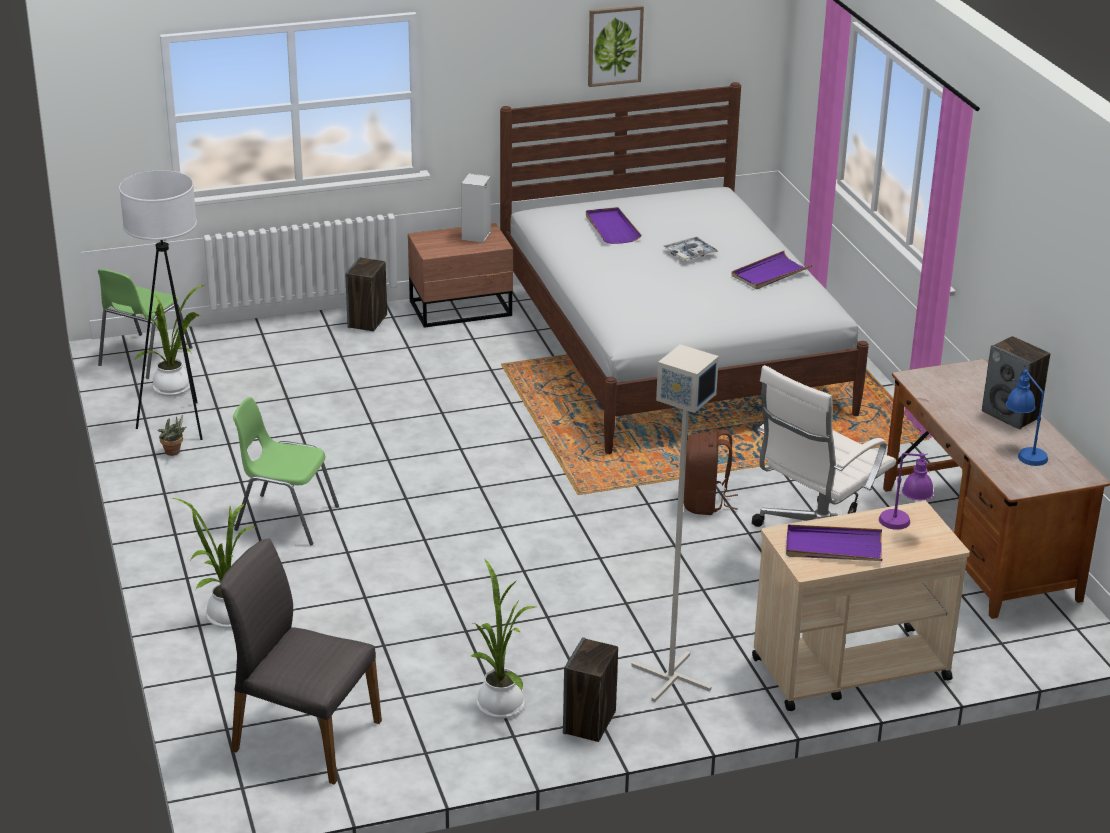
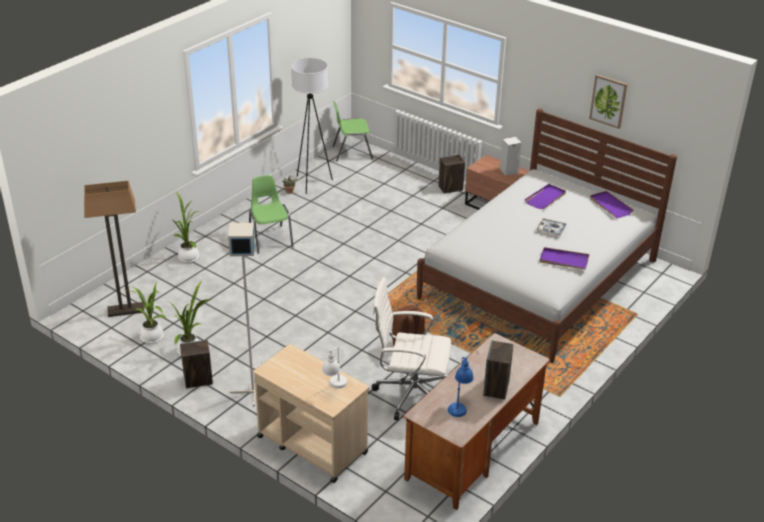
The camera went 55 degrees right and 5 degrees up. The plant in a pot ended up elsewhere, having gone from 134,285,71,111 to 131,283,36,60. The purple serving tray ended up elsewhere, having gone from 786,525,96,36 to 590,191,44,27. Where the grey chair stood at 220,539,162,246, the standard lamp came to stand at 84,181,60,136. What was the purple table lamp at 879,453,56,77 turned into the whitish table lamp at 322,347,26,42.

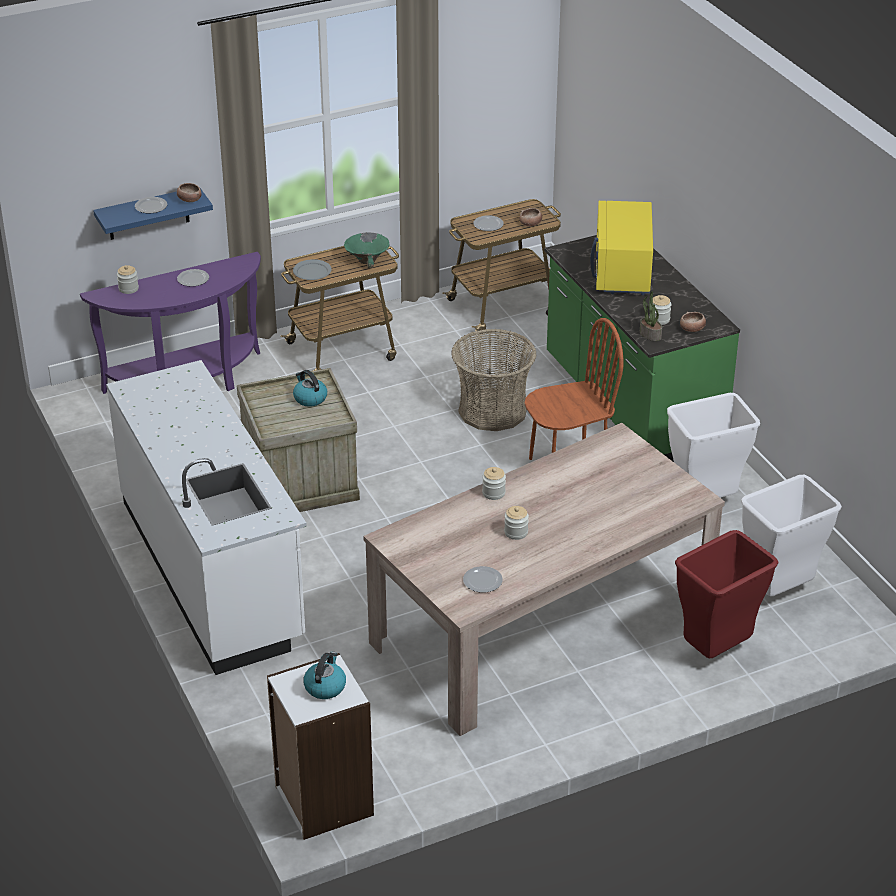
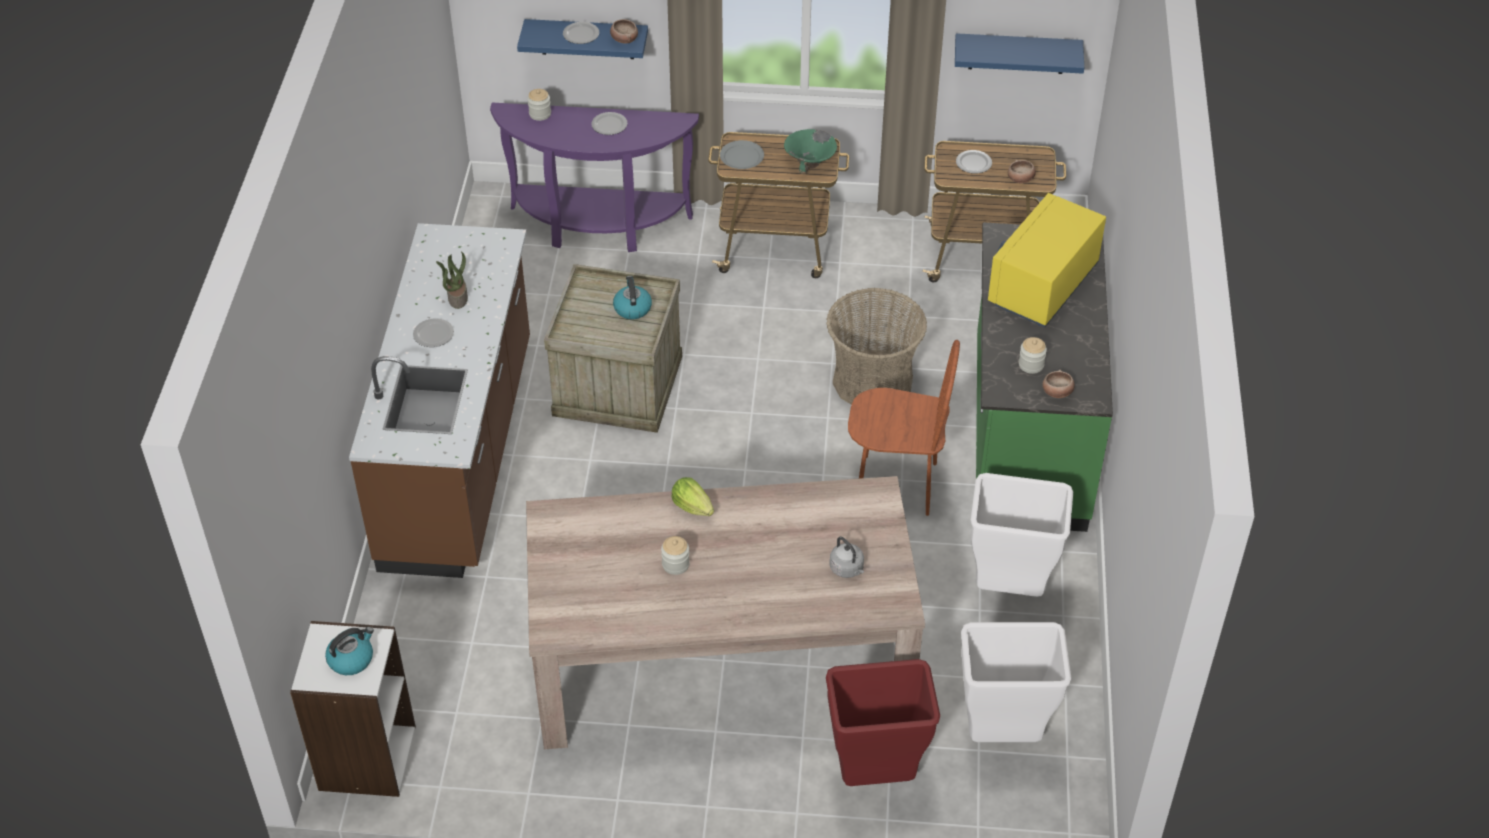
The camera went 30 degrees right and 10 degrees up. The second view gained the grey water kettle at 829,536,35,42. The second view gained the blue bracket shelf at 955,33,129,41. The dinner plate ended up elsewhere, having gone from 463,566,40,27 to 413,318,41,29. The plant in a pot ended up elsewhere, having gone from 640,291,22,50 to 436,251,32,58. Where the jar stood at 482,467,24,33, the head of lettuce came to stand at 672,477,42,39. What was the whitish counter at 106,360,201,315 turned into the brownish counter at 349,223,181,355.

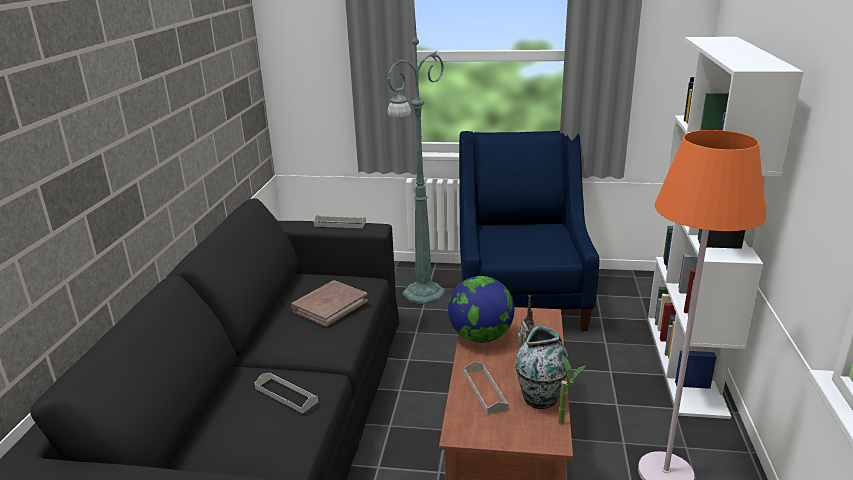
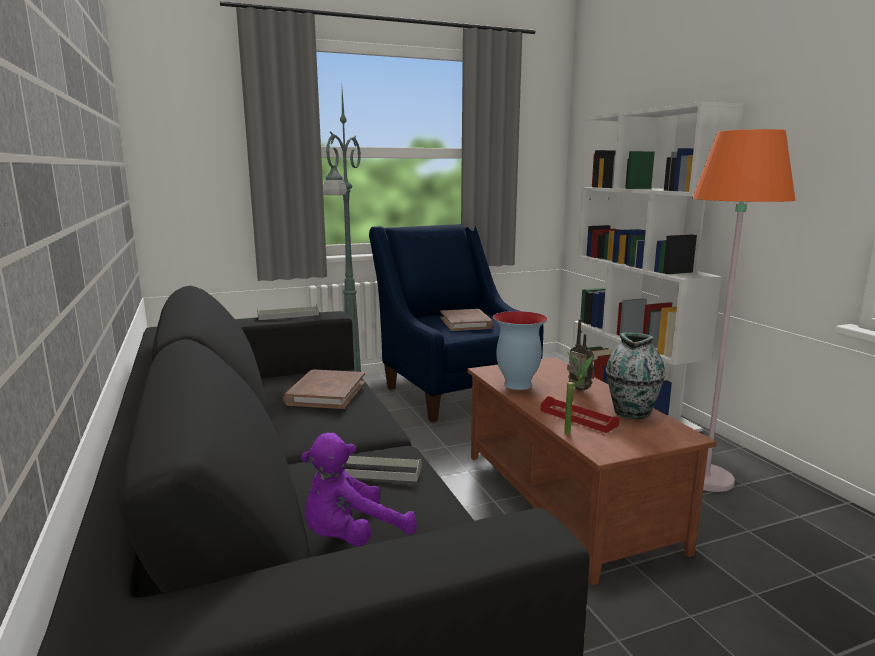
The camera went 30 degrees left and 10 degrees down. The second view gained the purple plush toy at 301,433,116,113. The second view gained the brownish bound book at 440,309,54,22. The plant in a pot ended up elsewhere, having gone from 559,355,27,70 to 564,352,29,83. Where the desk globe stood at 448,276,66,67, the flower vase came to stand at 493,311,55,79. What was the grey serving tray at 464,362,45,53 turned into the red-coloured serving tray at 540,396,79,37.

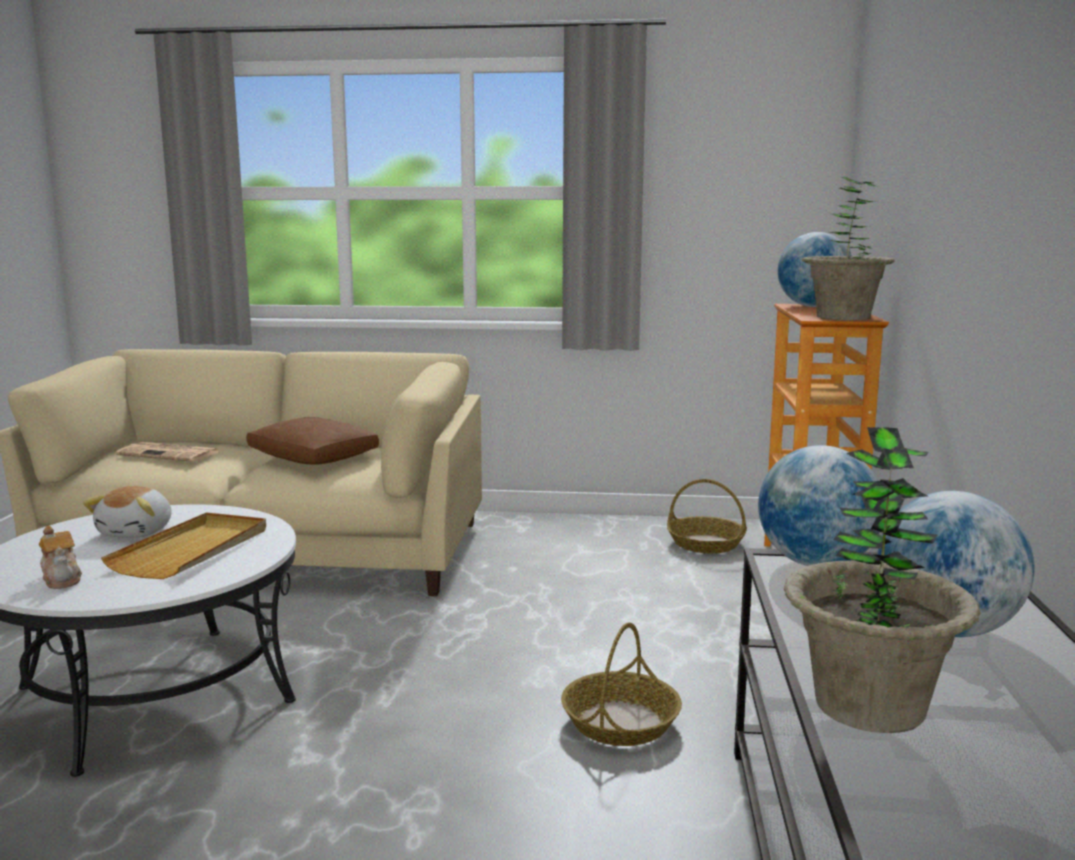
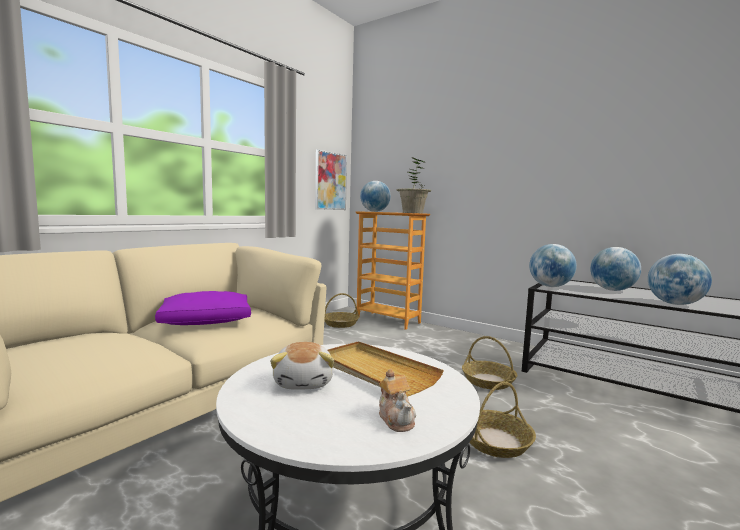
The camera went 60 degrees left and 5 degrees down. The second view lost the printed paper at 116,442,104,20. The second view gained the picture at 315,149,32,61. The second view gained the basket at 469,382,67,76. Where the plant in a pot stood at 784,427,197,306, the desk globe came to stand at 648,254,64,51. What was the brownish pillow at 246,417,133,48 turned into the purple pillow at 155,291,96,34. The pot for tea at 39,526,43,63 ended up facing another way, 75 degrees clockwise from before. The plush toy at 83,486,89,52 ended up facing another way, 45 degrees clockwise from before.

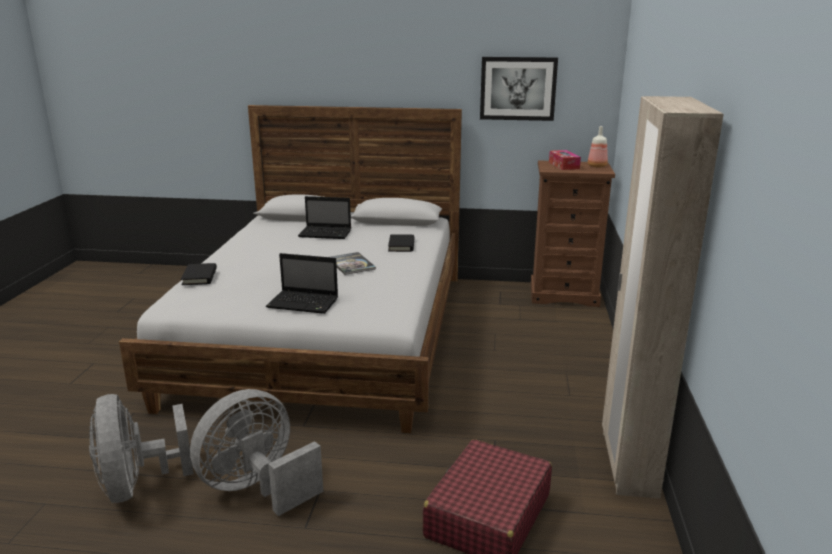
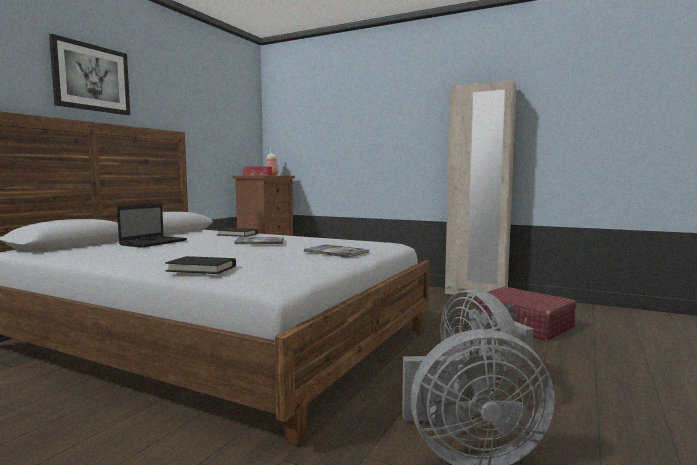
The camera went 70 degrees left and 15 degrees down. The picture ended up elsewhere, having gone from 480,57,78,64 to 49,34,81,81. Where the laptop stood at 266,253,72,61, the bound book came to stand at 304,244,65,14.

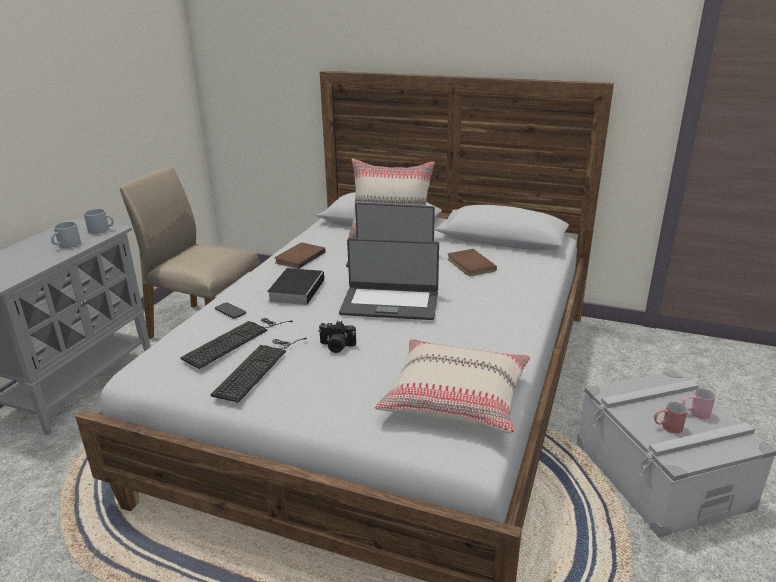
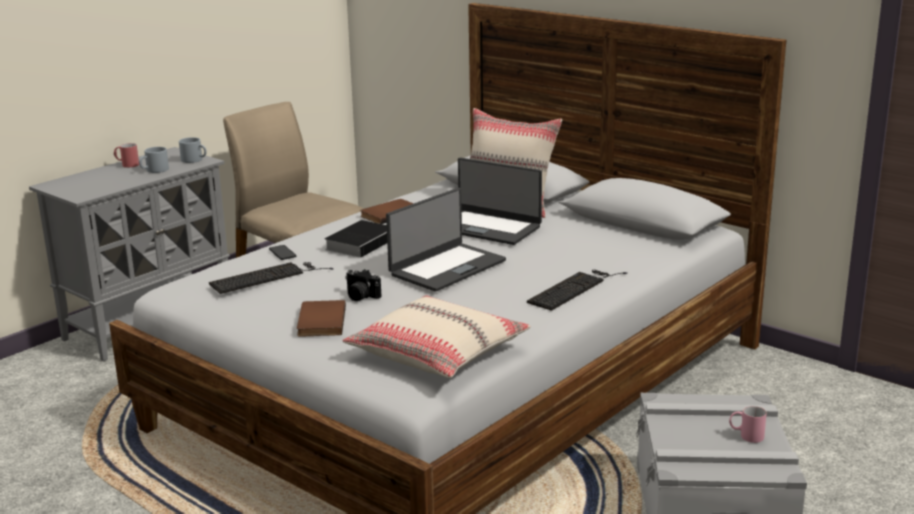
The camera went 20 degrees right and 5 degrees down. The keyboard ended up elsewhere, having gone from 211,338,96,65 to 527,270,100,41. The brownish bound book ended up elsewhere, having gone from 448,249,49,27 to 297,300,49,37. The red-coloured coffee mug ended up elsewhere, having gone from 654,402,34,32 to 114,143,25,25. The laptop at 339,238,100,82 ended up facing another way, 75 degrees counterclockwise from before.

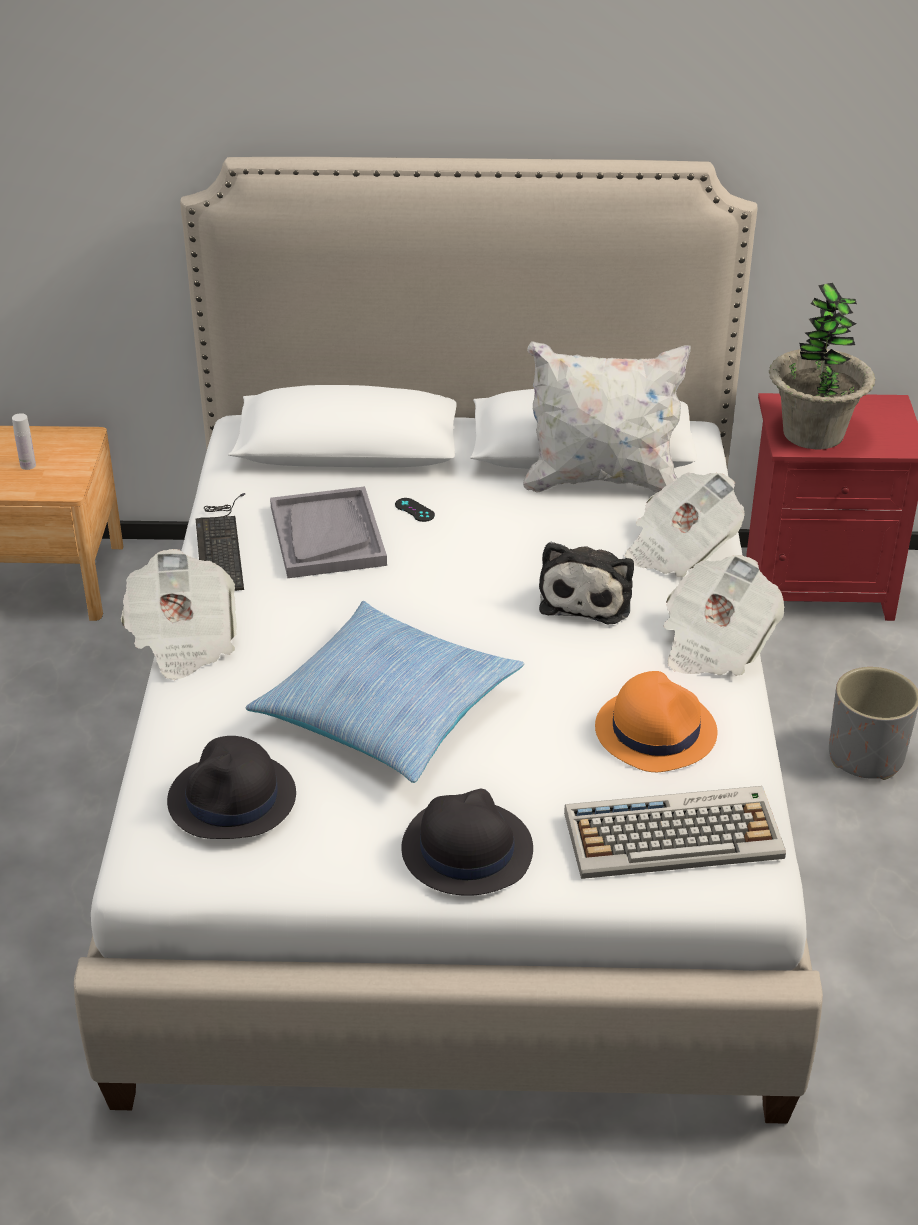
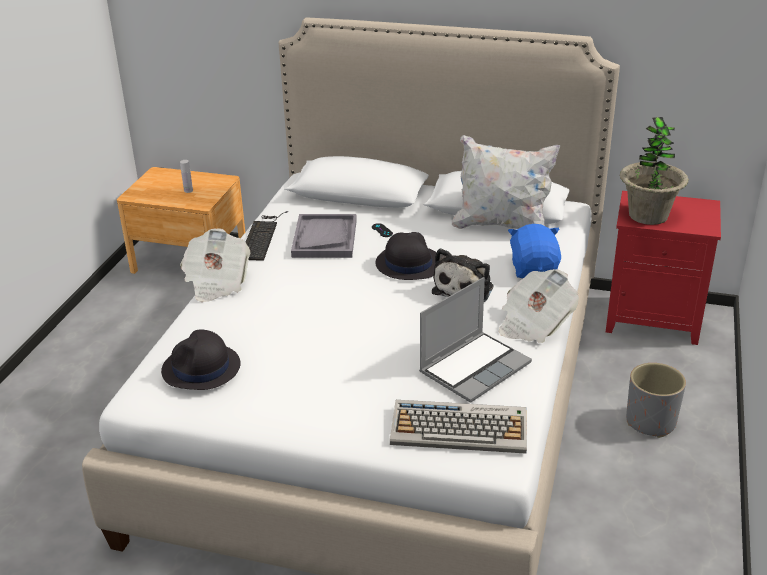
The camera went 15 degrees right and 5 degrees down. The second view lost the pillow at 246,601,278,182. The black-coloured clothing hat ended up elsewhere, having gone from 401,788,132,108 to 376,232,60,48. Where the orange clothing hat stood at 595,671,122,101, the laptop came to stand at 419,277,113,126. Where the printed paper stood at 625,472,120,105, the blue plush toy came to stand at 508,224,53,54.

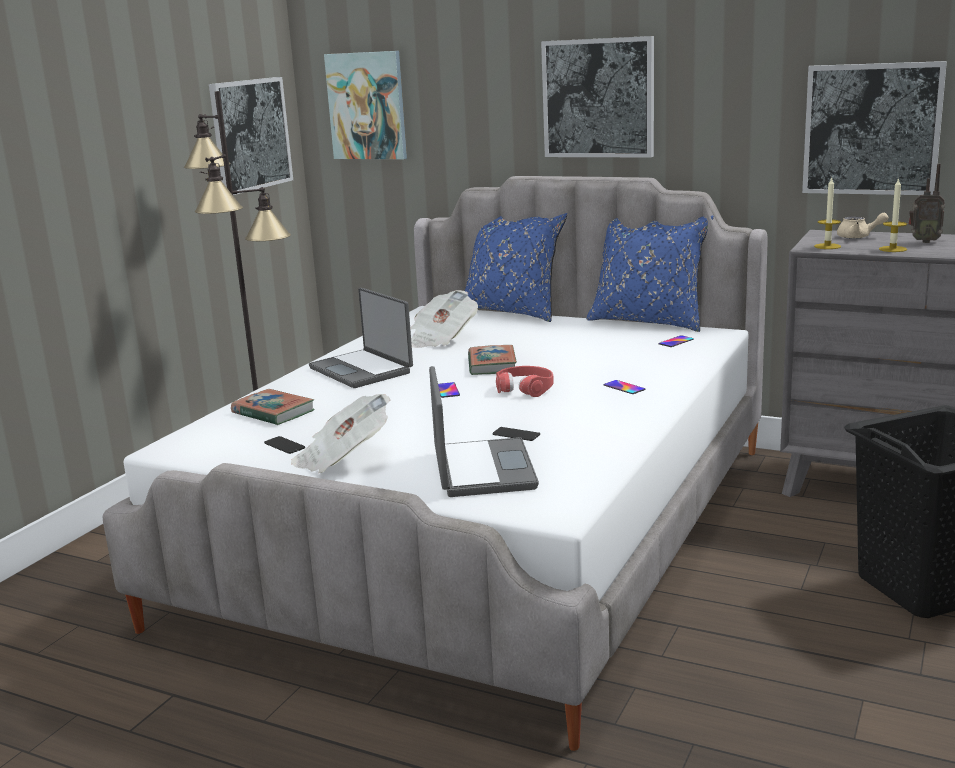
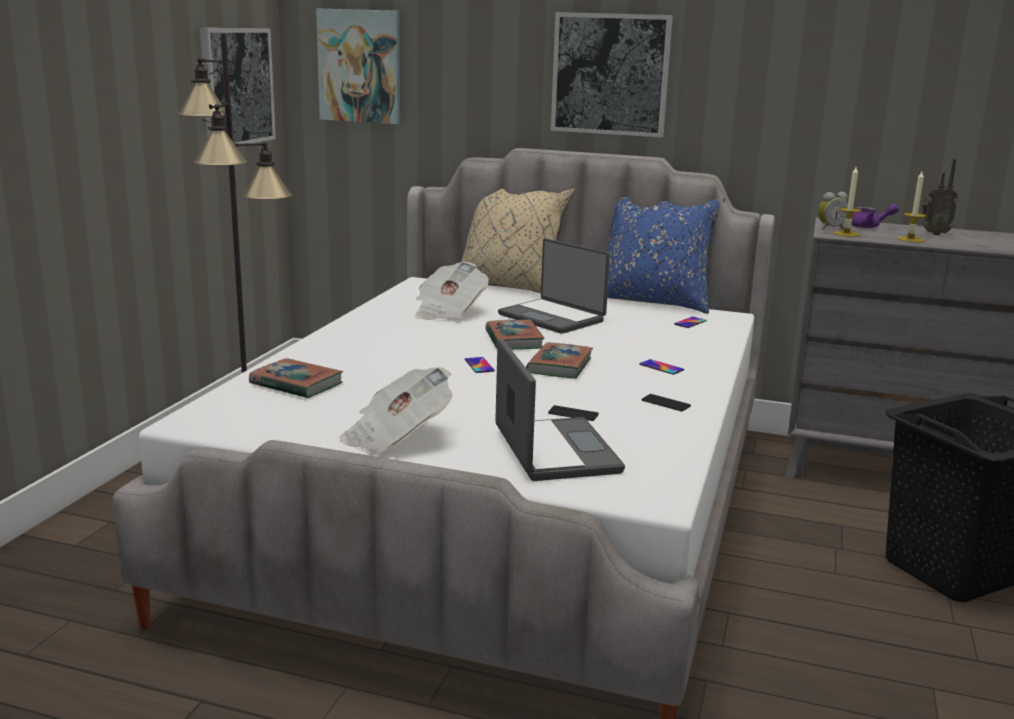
The camera went 10 degrees left and 0 degrees up. The second view lost the picture at 802,61,145,134. The second view gained the table clock at 818,192,30,38. The handset ended up elsewhere, having gone from 264,436,41,18 to 642,394,49,18. The laptop ended up elsewhere, having gone from 309,288,104,100 to 498,238,112,96. Where the red-coloured pair of headphones stood at 496,366,58,31, the bound book came to stand at 526,342,67,37. What was the blue pillow at 465,213,102,109 turned into the beige pillow at 461,188,114,106. What was the beige pot for tea at 837,213,52,26 turned into the purple pot for tea at 851,204,48,24.

